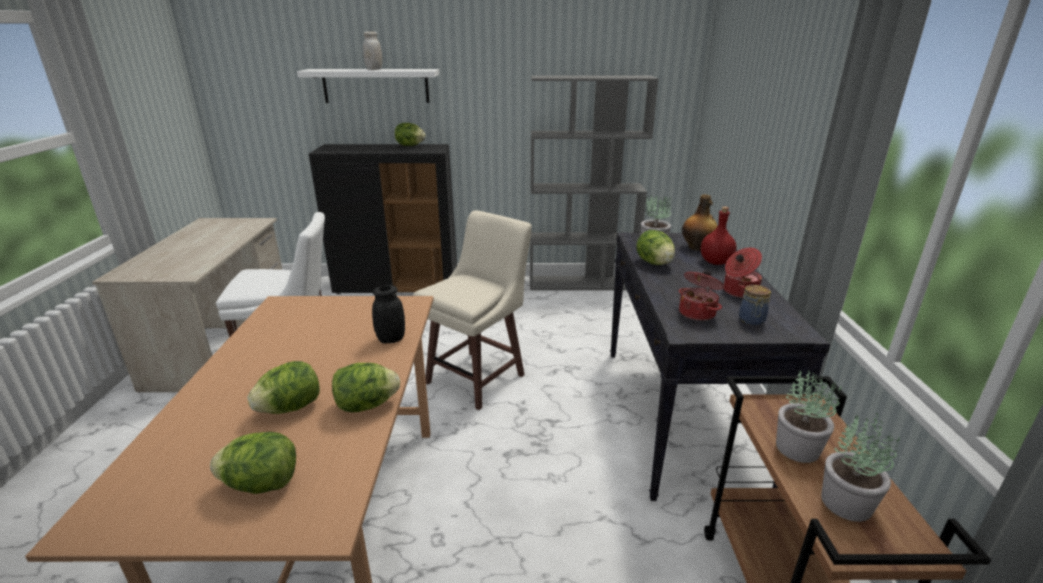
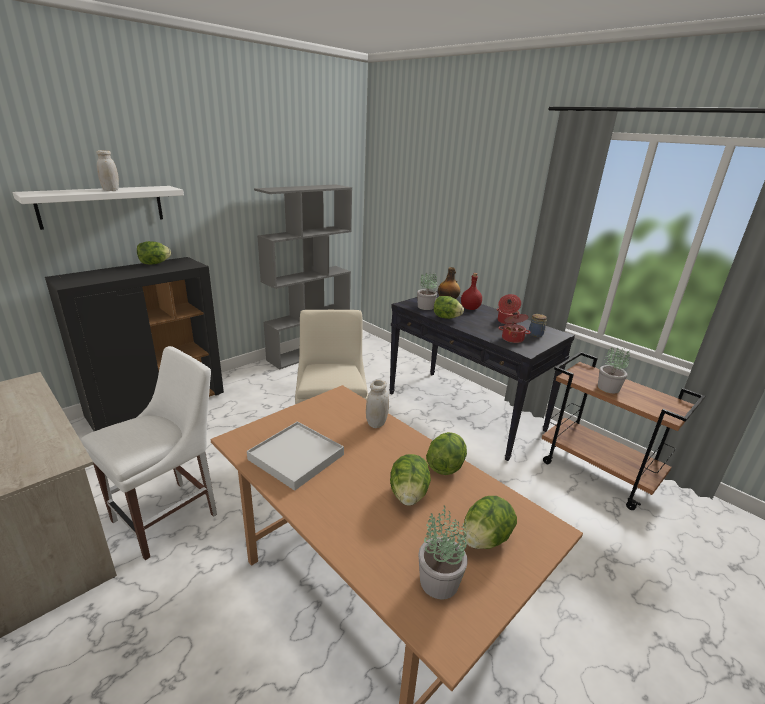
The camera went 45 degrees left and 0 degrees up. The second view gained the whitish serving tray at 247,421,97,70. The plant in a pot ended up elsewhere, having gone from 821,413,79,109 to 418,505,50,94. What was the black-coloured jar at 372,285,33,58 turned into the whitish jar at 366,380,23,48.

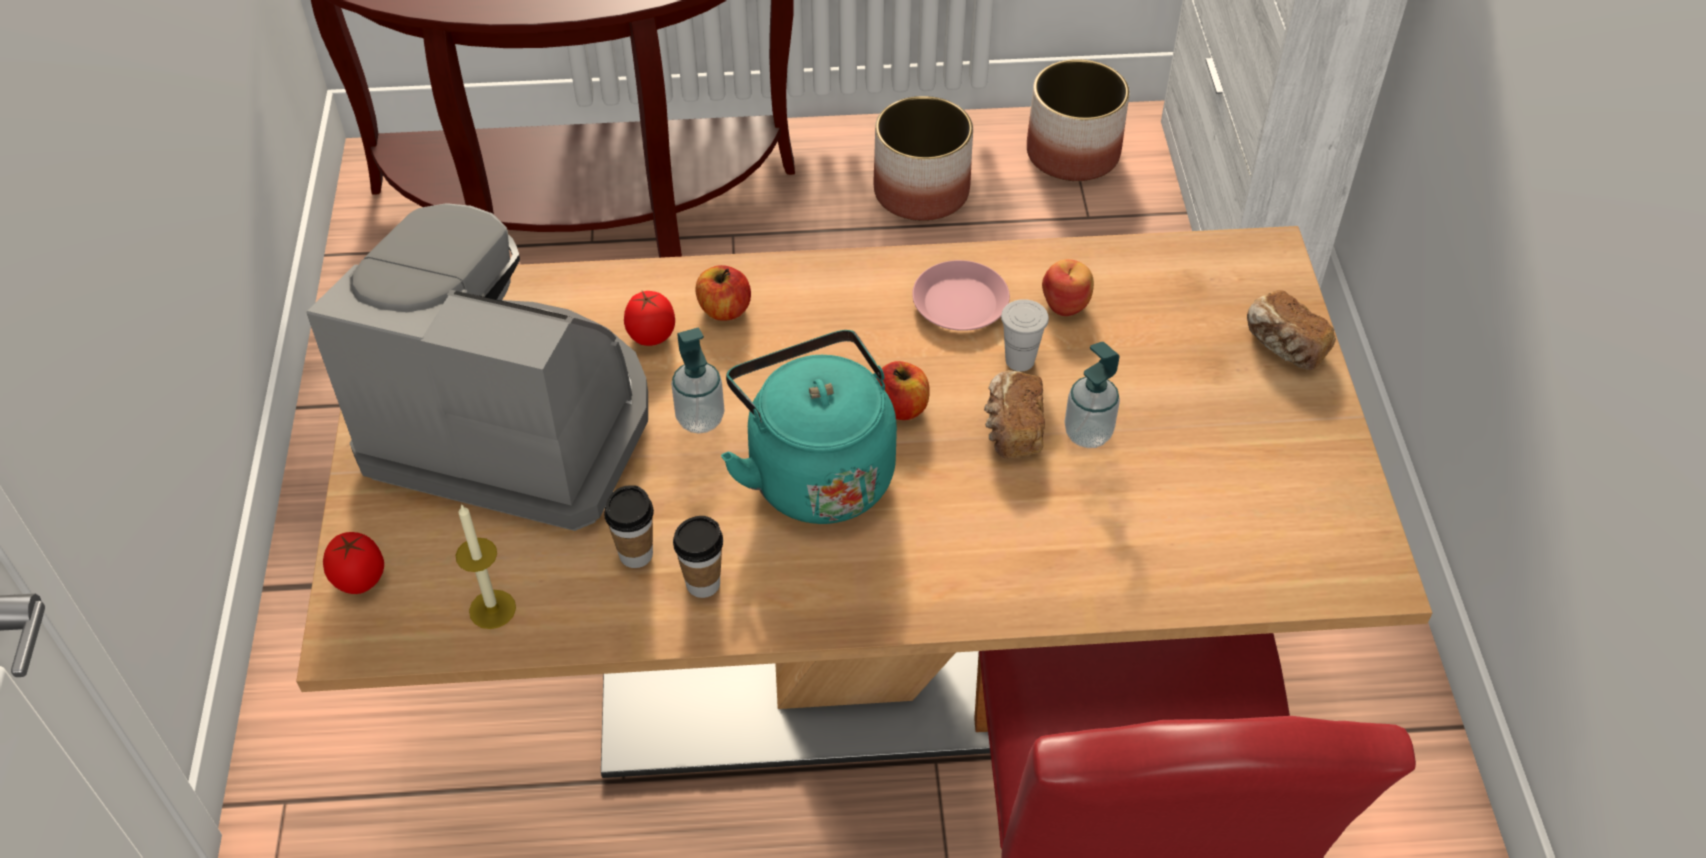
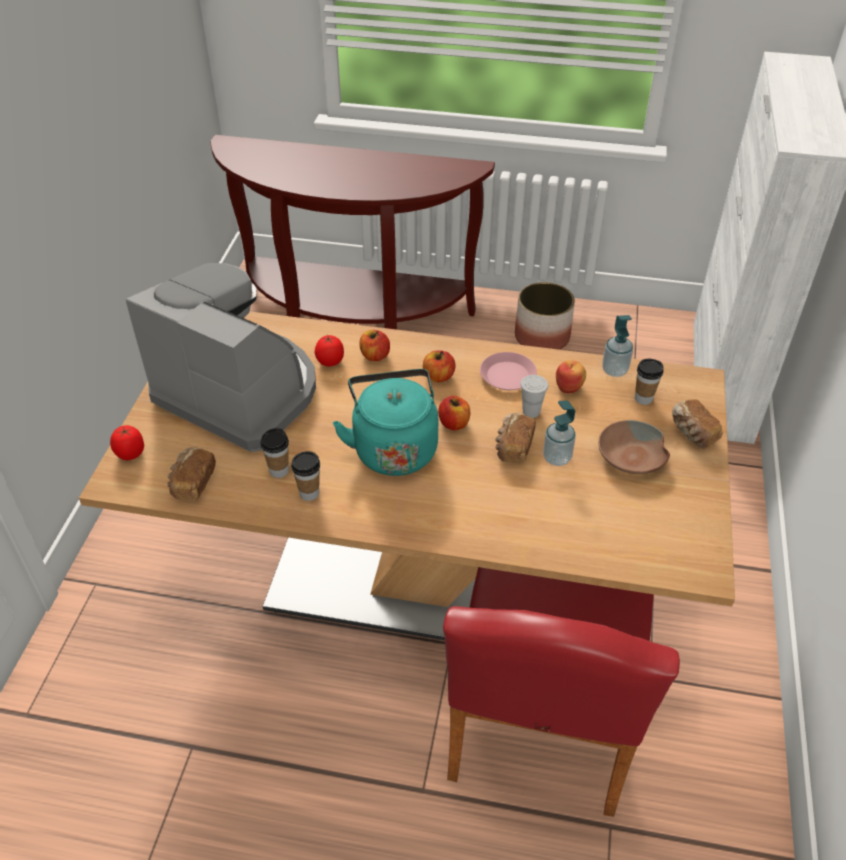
The camera went 15 degrees right and 5 degrees down. The second view lost the plant pot at 1027,59,103,122. The second view gained the apple at 423,350,32,32. The second view gained the brownish serving bowl at 598,420,72,54. The second view gained the small cup at 635,359,29,46. The soap dispenser ended up elsewhere, having gone from 671,328,54,106 to 602,315,31,62. Where the wax candle stood at 456,504,60,125, the bread came to stand at 167,447,49,53.

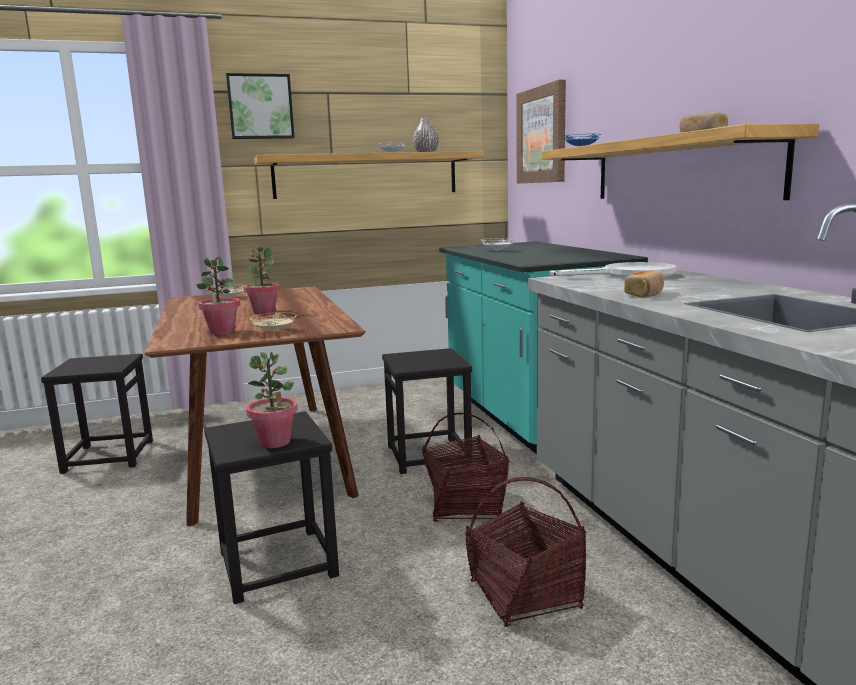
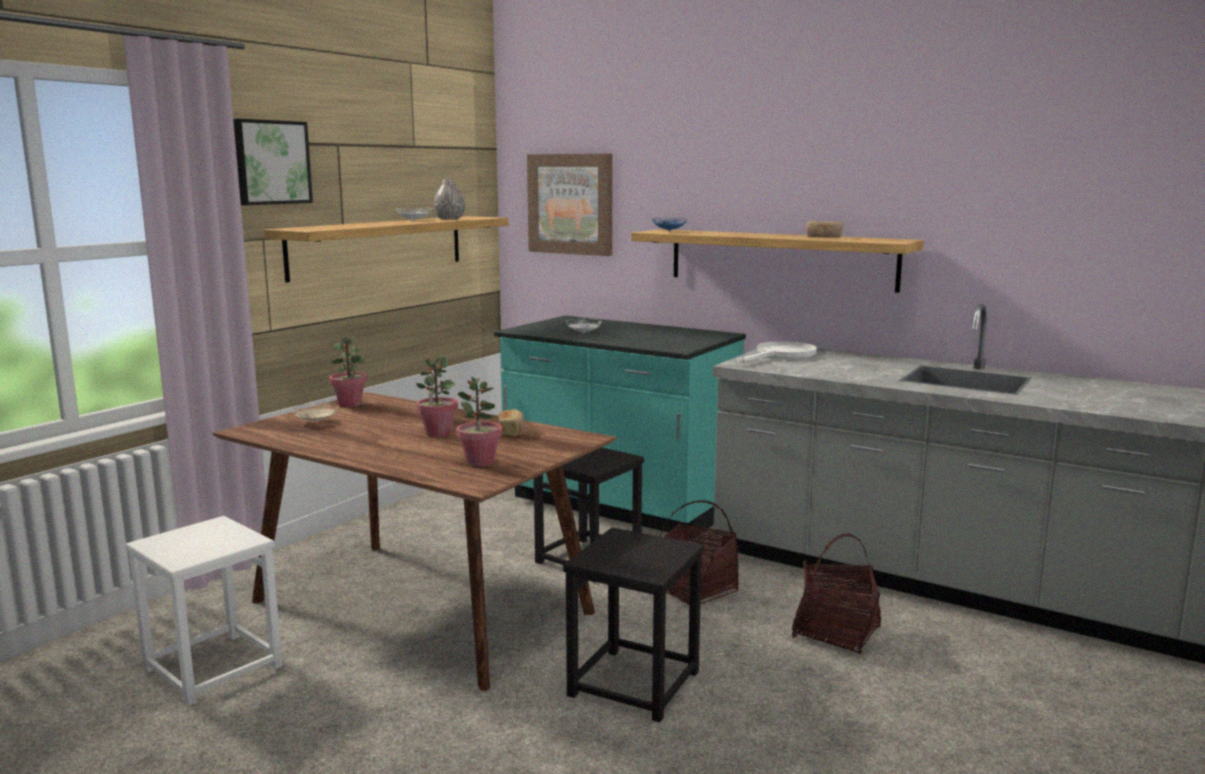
The camera went 40 degrees left and 0 degrees up. The second view lost the beige dinner plate at 250,312,46,20. The plant in a pot ended up elsewhere, having gone from 246,352,51,96 to 329,337,38,70. The bread ended up elsewhere, having gone from 624,270,40,28 to 499,409,26,28. What was the black-coloured stool at 41,354,112,120 turned into the whitish stool at 126,516,157,190.

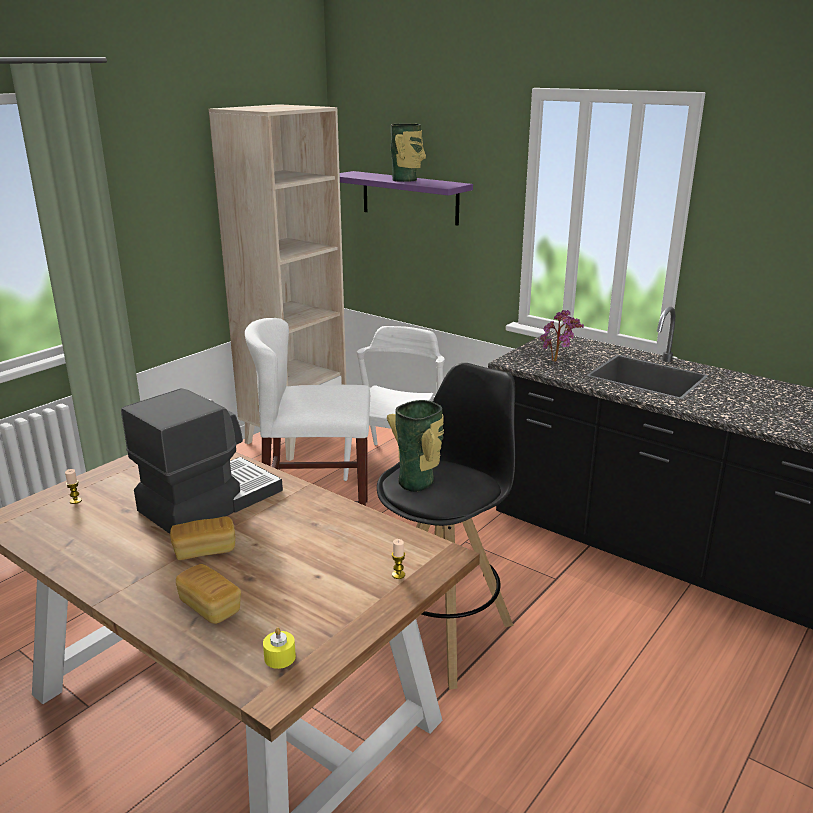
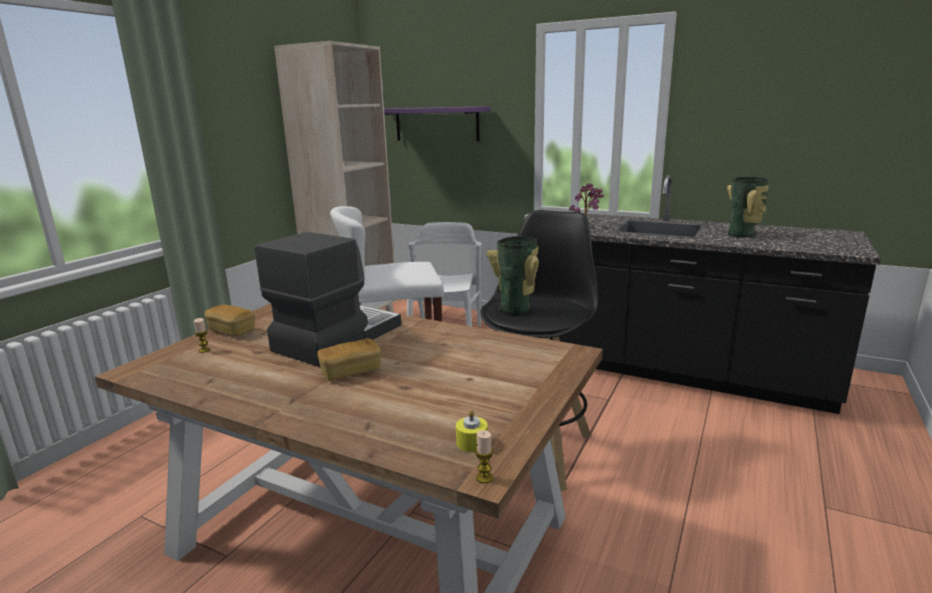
The camera went 10 degrees left and 5 degrees down. The bread ended up elsewhere, having gone from 176,564,65,60 to 205,305,50,32. The flower vase ended up elsewhere, having gone from 391,124,35,58 to 727,177,42,60. The wax candle ended up elsewhere, having gone from 392,539,13,40 to 475,430,18,54.

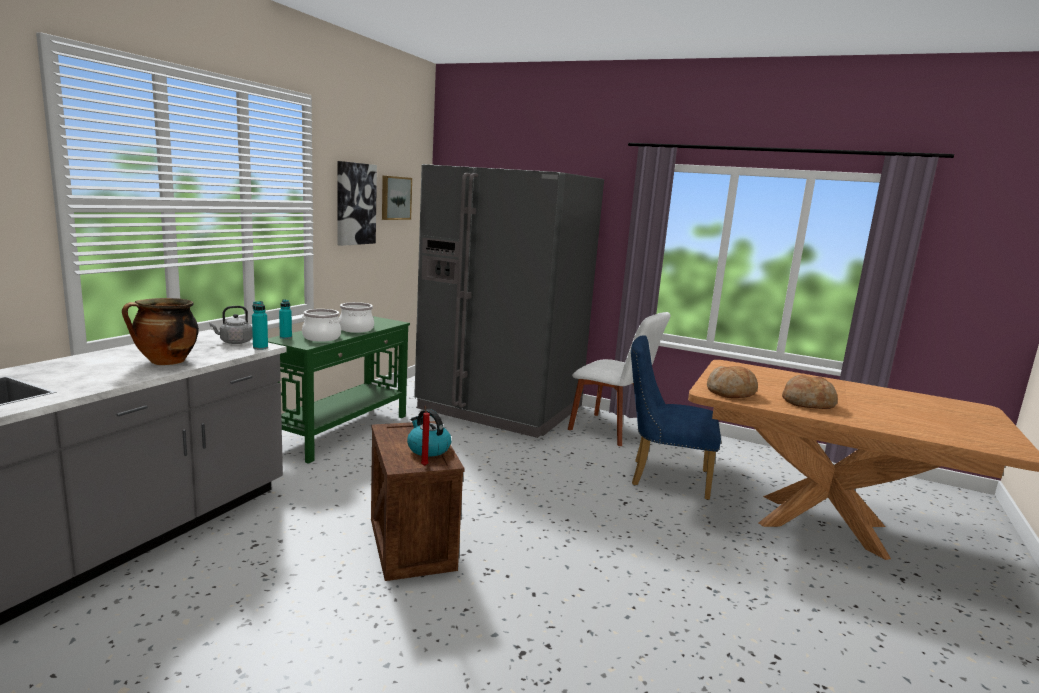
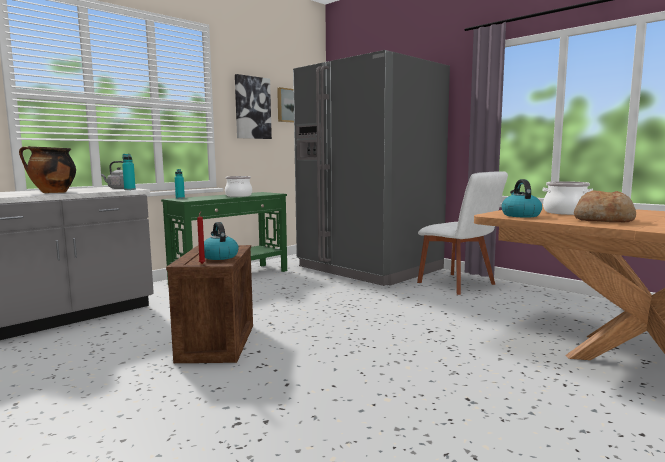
The camera went 20 degrees right and 5 degrees down. The second view lost the blue chair at 631,335,90,165. The cooking pot ended up elsewhere, having gone from 302,309,39,33 to 542,181,51,34. Where the bread stood at 707,366,51,32, the water kettle came to stand at 501,179,41,38.

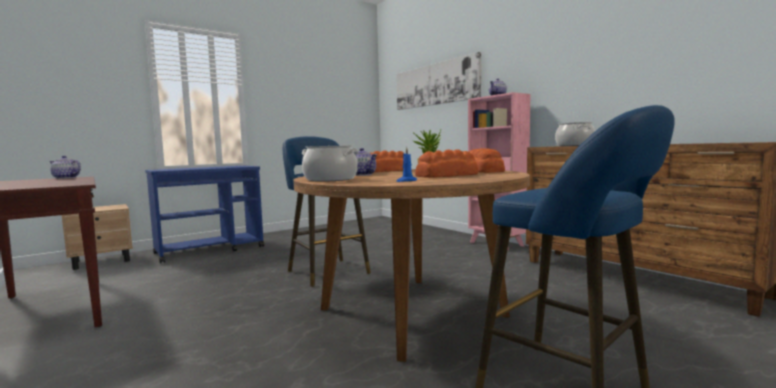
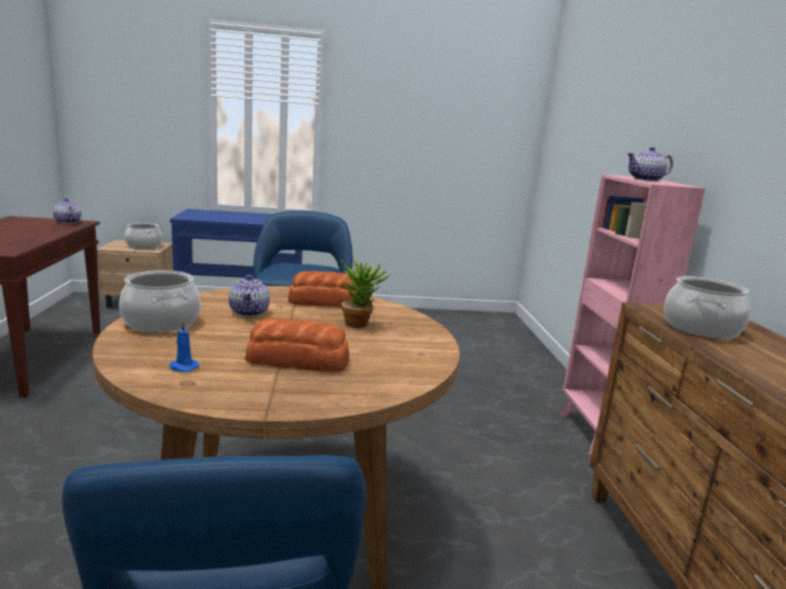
The camera went 30 degrees right and 10 degrees up. The second view lost the picture at 396,52,85,58. The second view lost the bread at 469,148,36,25. The second view gained the cooking pot at 125,223,37,26.

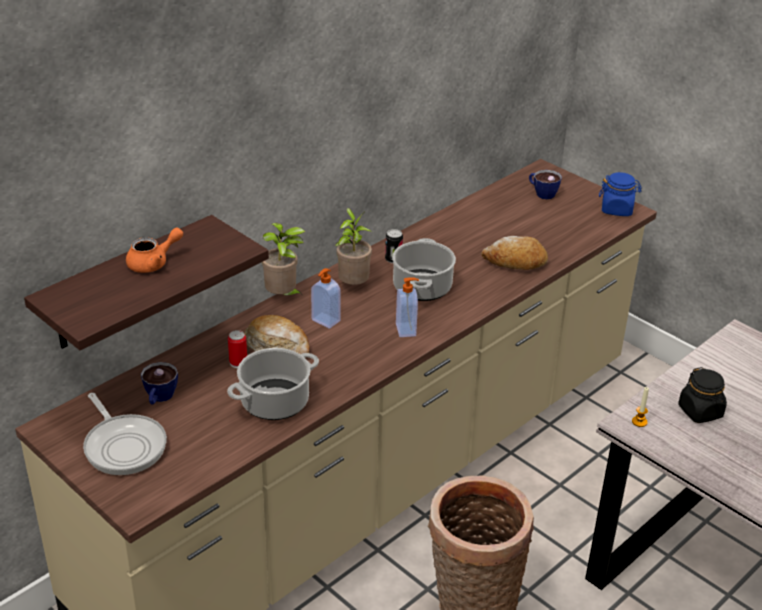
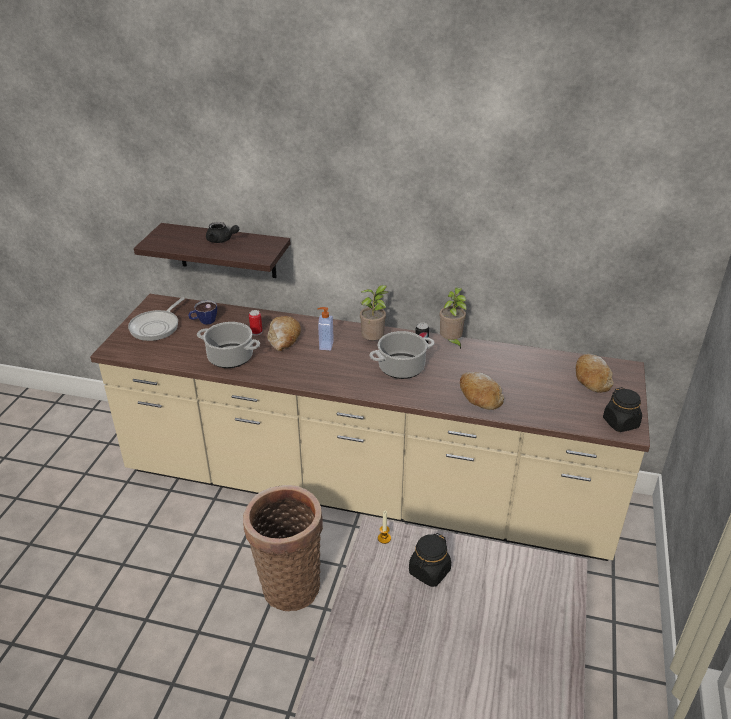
The camera went 60 degrees right and 0 degrees up. The second view lost the soap dispenser at 396,277,23,60. The plant in a pot ended up elsewhere, having gone from 262,223,43,74 to 439,288,28,61. Where the small cup stood at 529,170,33,29, the bread came to stand at 576,354,38,39. What was the orange pot for tea at 126,228,57,45 turned into the black-coloured pot for tea at 206,222,33,21. What was the blue jar at 599,172,43,44 turned into the black-coloured jar at 603,387,39,45.

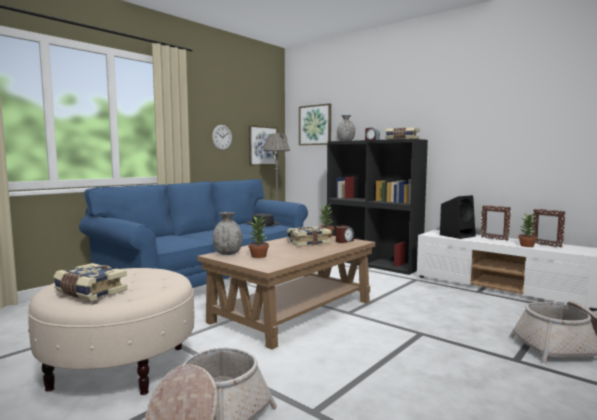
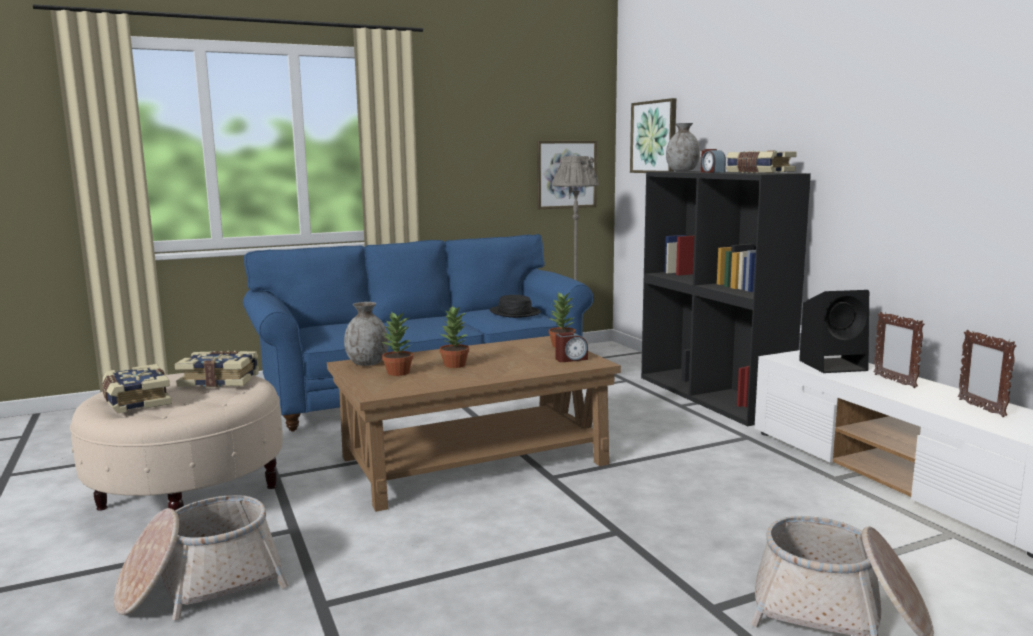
The camera went 25 degrees right and 5 degrees up. The second view lost the wall clock at 212,125,20,25. The bound book ended up elsewhere, having gone from 287,226,44,20 to 175,351,84,36. The plant in a pot ended up elsewhere, having gone from 518,213,19,34 to 440,305,29,63.

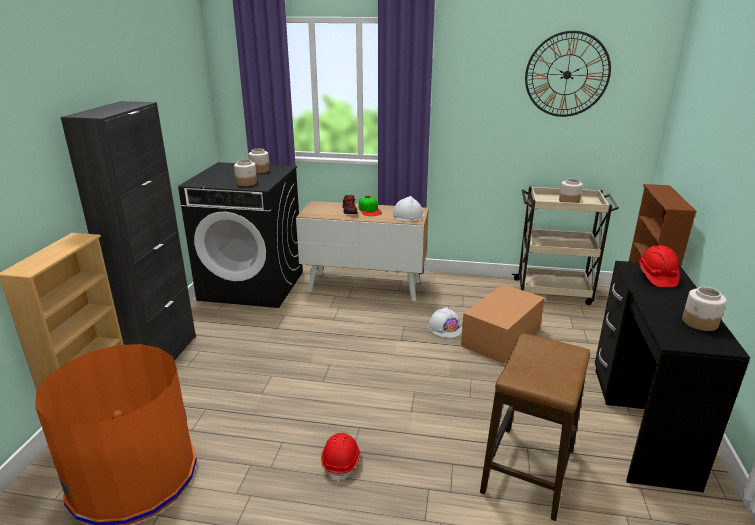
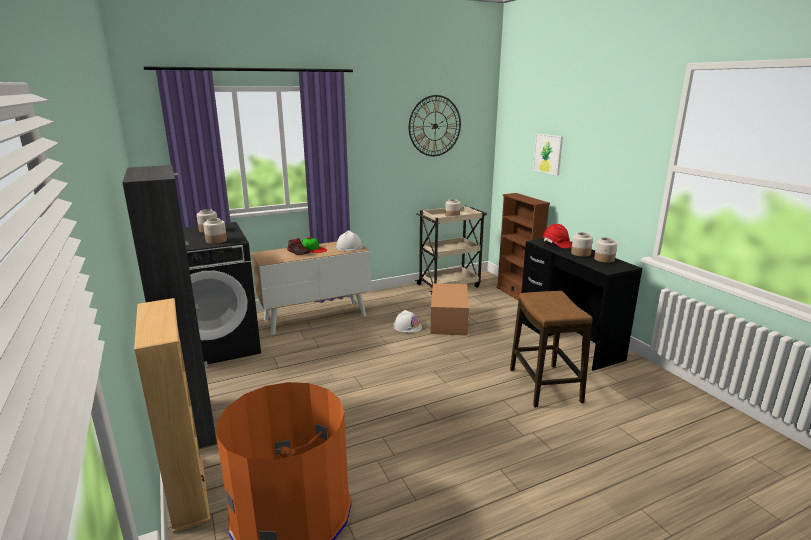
The camera went 35 degrees left and 5 degrees down. The second view lost the red-coloured safety helmet at 321,433,40,50. The second view gained the picture at 533,133,30,42. The second view gained the jar at 571,232,22,25.

